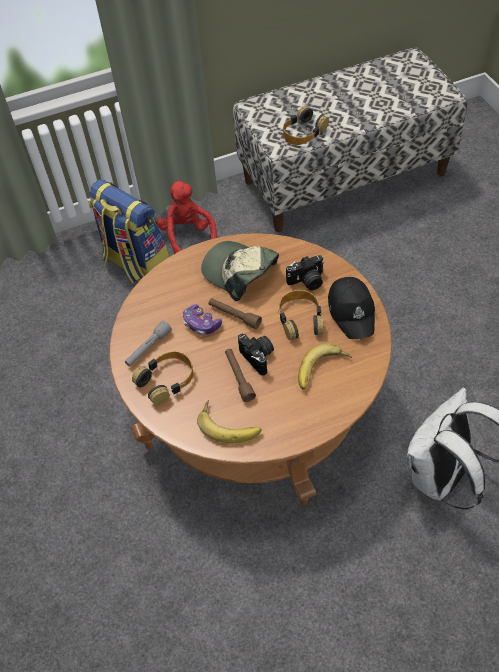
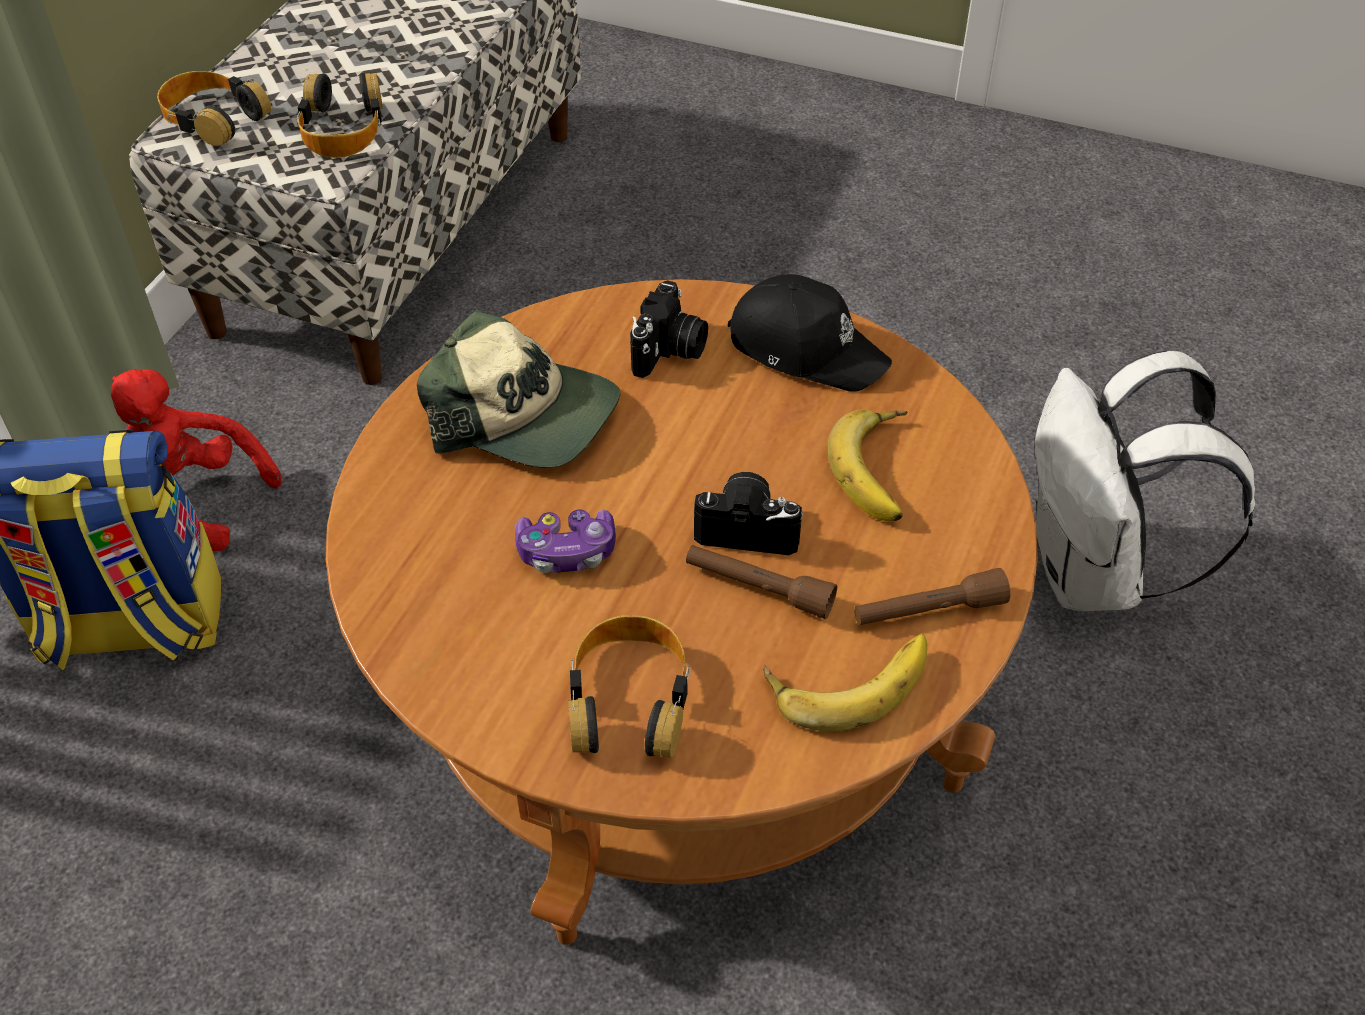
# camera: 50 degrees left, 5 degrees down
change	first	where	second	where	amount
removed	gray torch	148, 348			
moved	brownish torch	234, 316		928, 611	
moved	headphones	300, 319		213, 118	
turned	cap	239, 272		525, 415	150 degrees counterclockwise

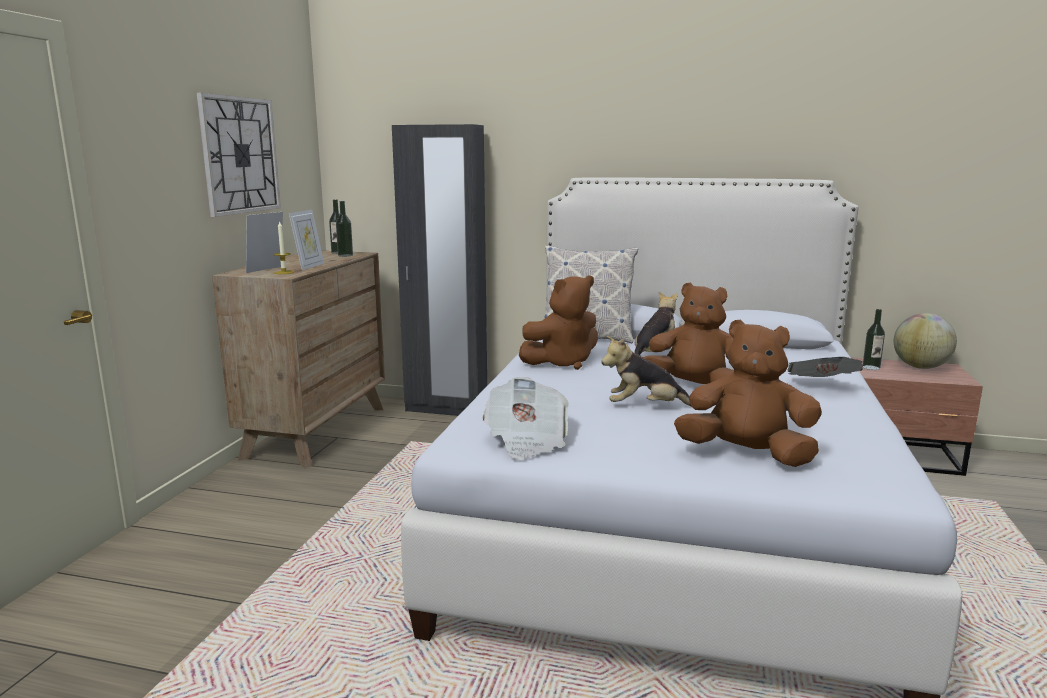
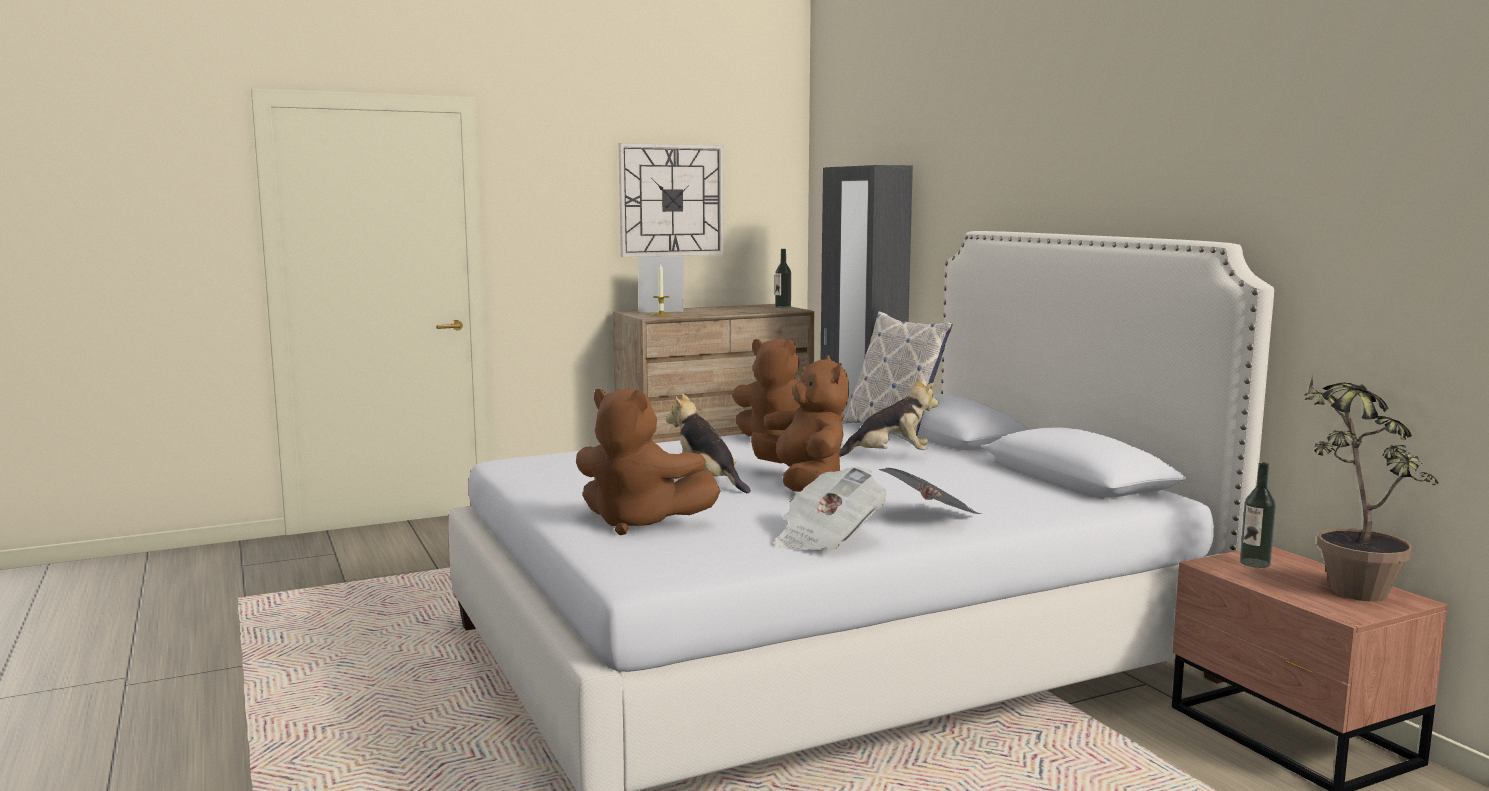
# camera: 50 degrees right, 5 degrees down
change	first	where	second	where	amount
removed	standing frame	309, 266			
removed	beverage bottle	345, 255			
moved	daily paper	526, 441		827, 538	
replaced	desk globe	920, 367	potted plant	1346, 586	
turned	brownish plush toy	746, 455		639, 523	135 degrees clockwise

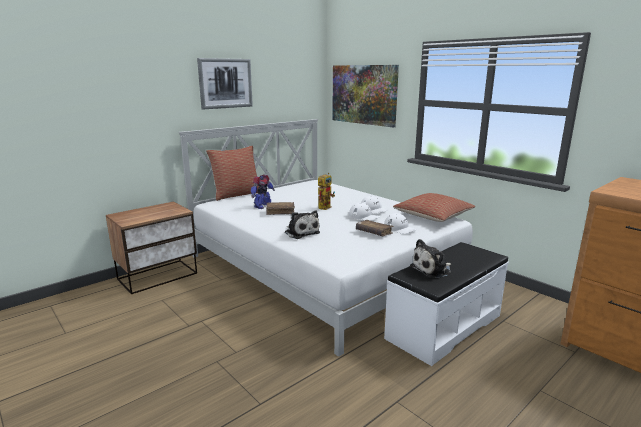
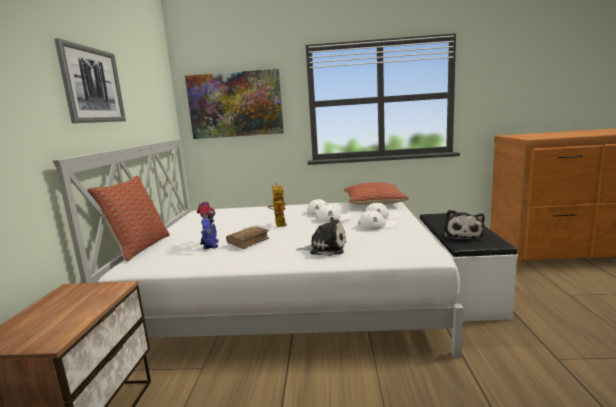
# camera: 45 degrees left, 5 degrees down
change	first	where	second	where	amount
replaced	brownish bound book	373, 232	whitish cap	377, 225	

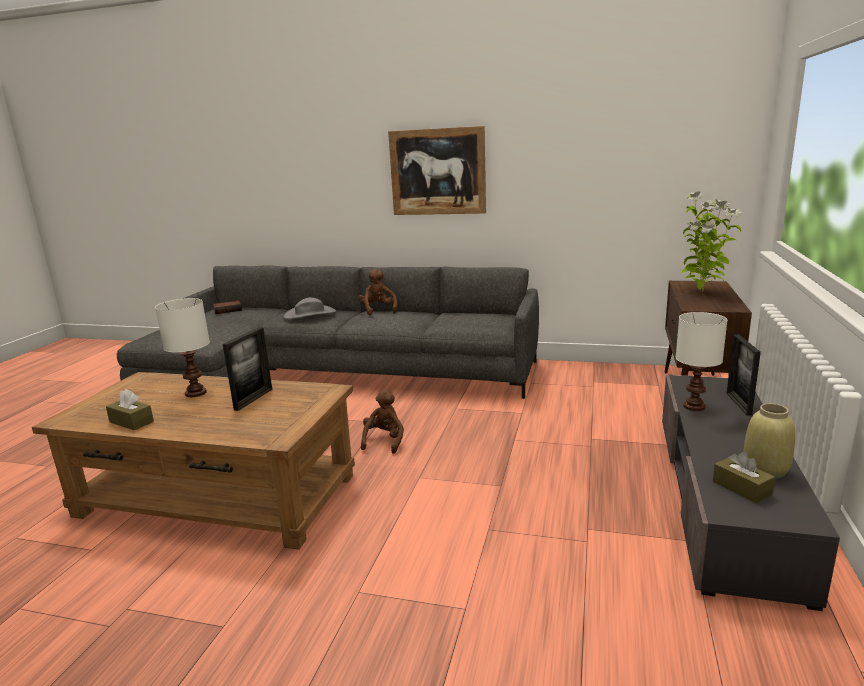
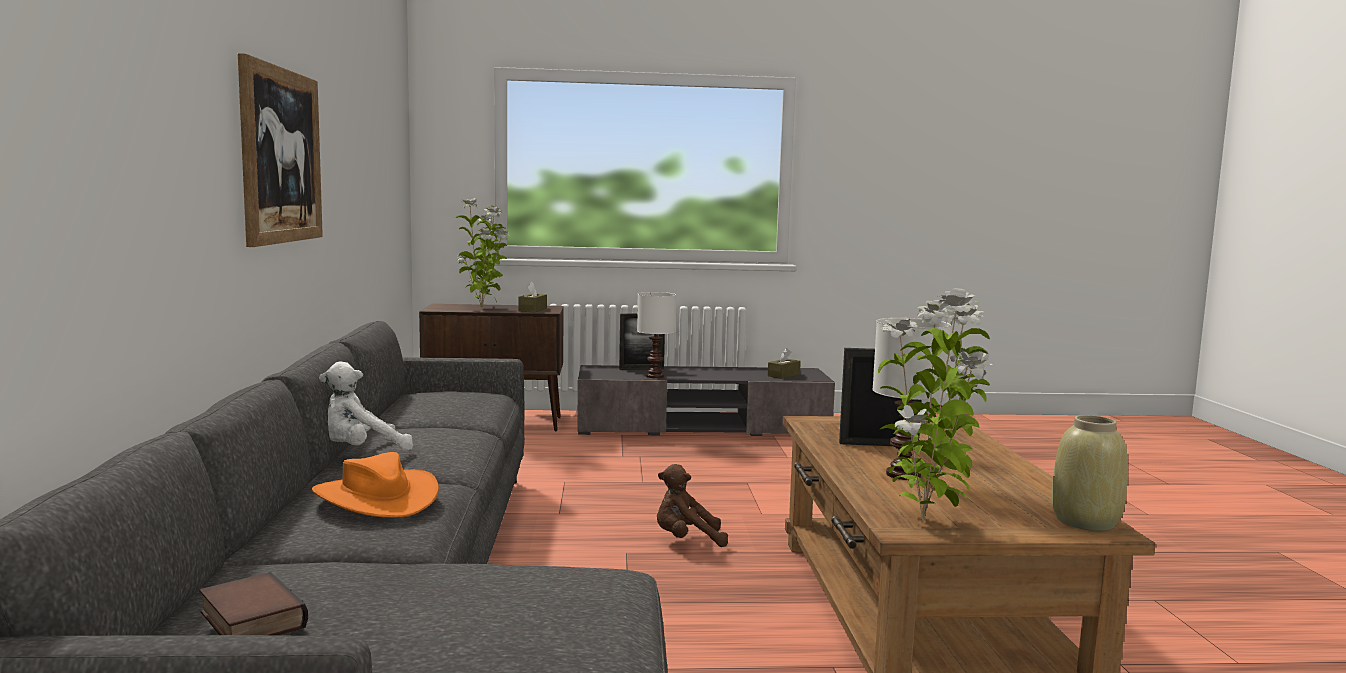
# camera: 110 degrees left, 10 degrees down
change	first	where	second	where	amount
added			potted plant	926, 521	
moved	brownish tissue box	131, 422		532, 310	
moved	sand-coloured flower vase	766, 470		1085, 521	
recoloured	gray wearable hat	310, 314	orange wearable hat	376, 497	
recoloured	brownish plush toy	378, 310	whitish plush toy	360, 452	

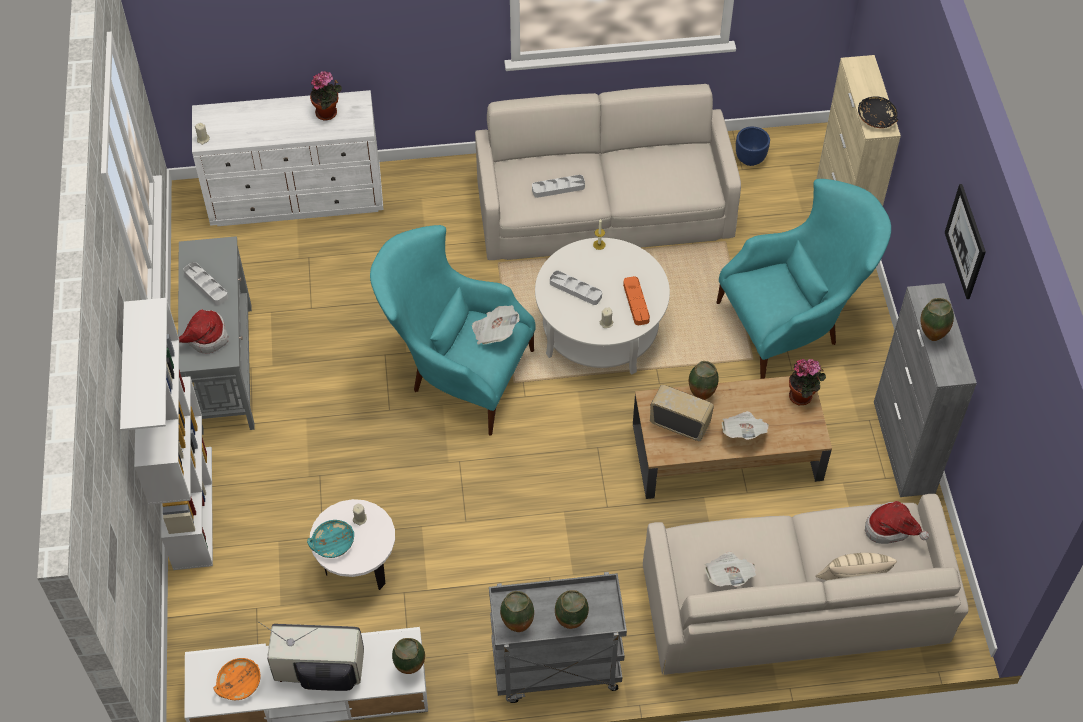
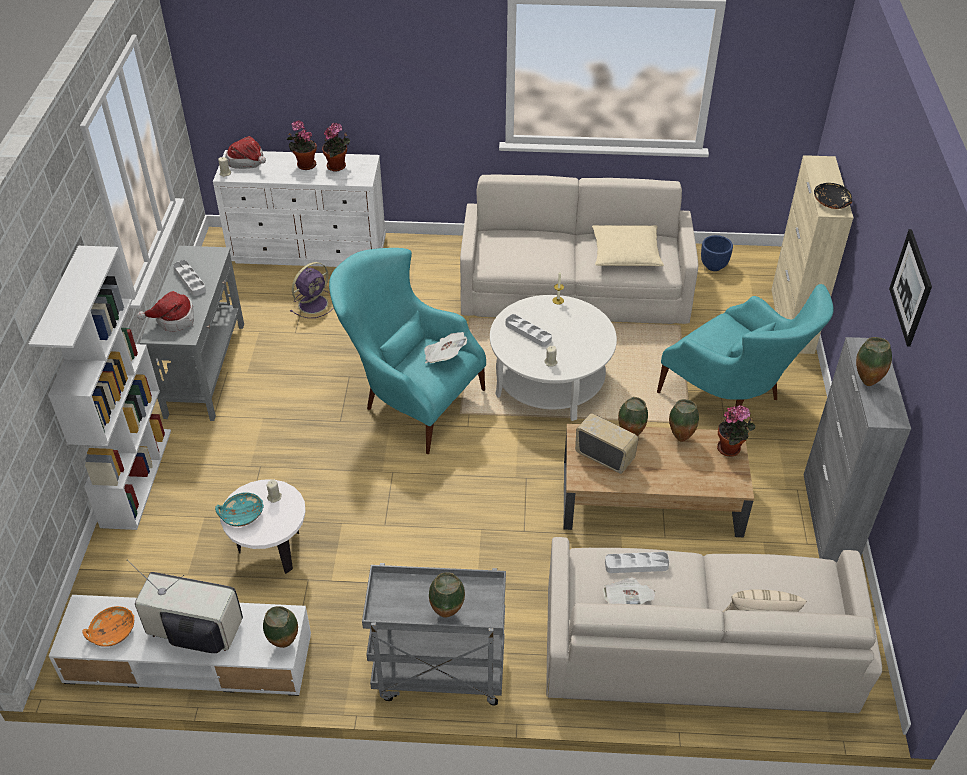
# camera: 10 degrees right, 10 degrees down
change	first	where	second	where	amount
removed	orange tray	636, 302			
removed	daily paper	743, 432			
added			potted plant	304, 165	
added			purple cooling fan	314, 303	
added			sand-coloured pillow	626, 253	
moved	flower vase	517, 626		680, 437	
moved	gray tray	558, 188		636, 565	
moved	wearable hat	891, 529		248, 162	
turned	turquoise armchair	794, 325		734, 400	60 degrees clockwise

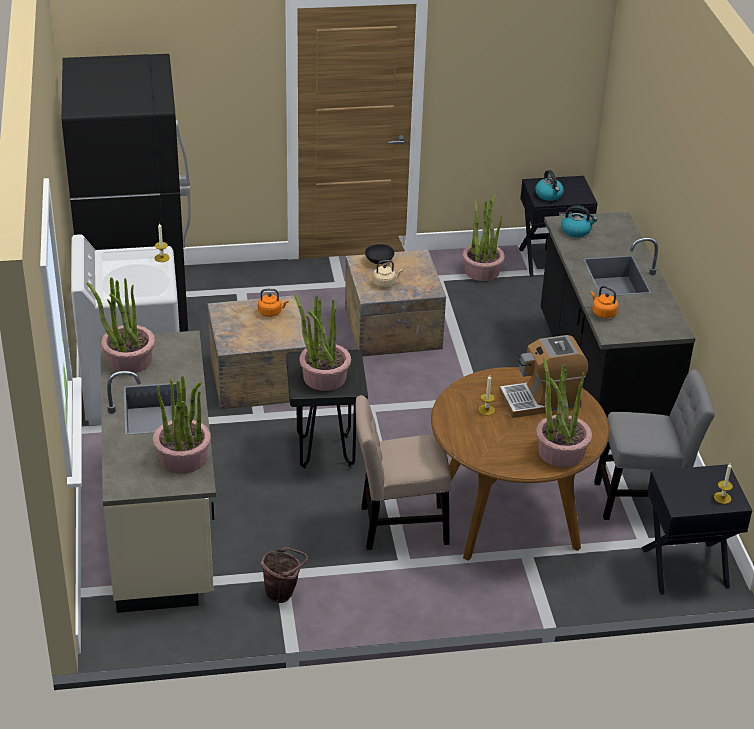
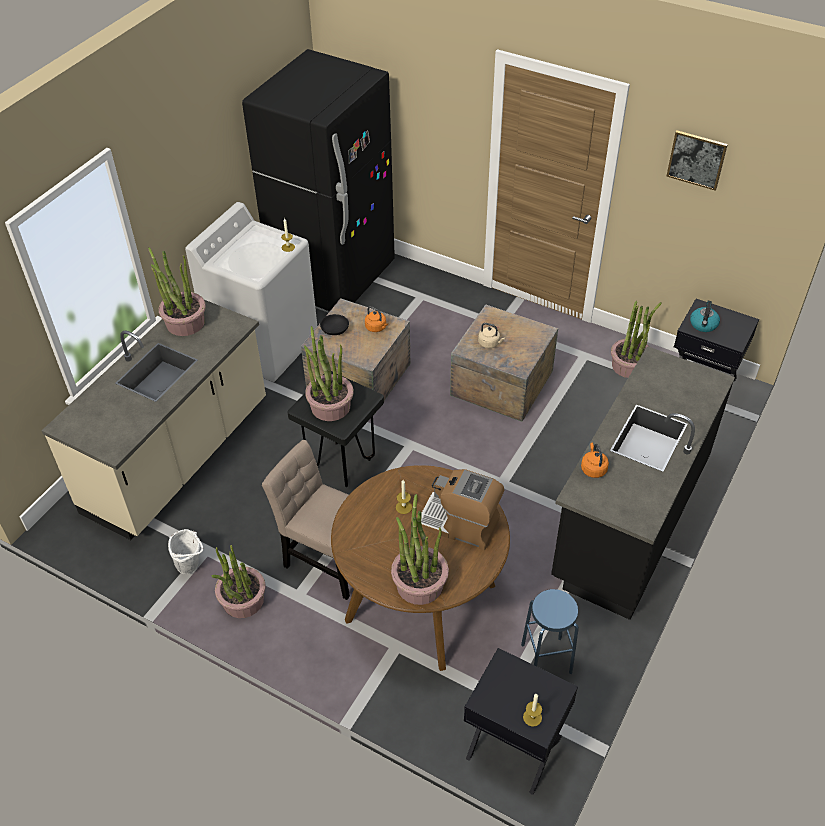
# camera: 40 degrees right, 10 degrees up
change	first	where	second	where	amount
removed	kettle	576, 231			
added			wall art	696, 159	
moved	potted plant	183, 458		243, 600	
moved	black serving bowl	379, 260		334, 330	
replaced	gray chair	644, 500	blue-coloured sitting stool	546, 658	
recoloured	brownish pail	283, 593	whitish pail	191, 566	

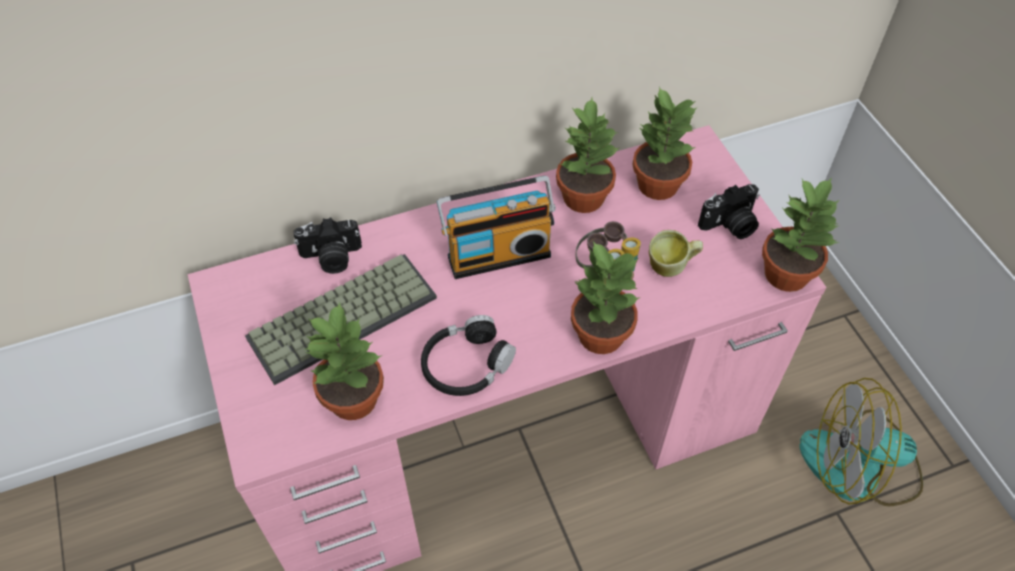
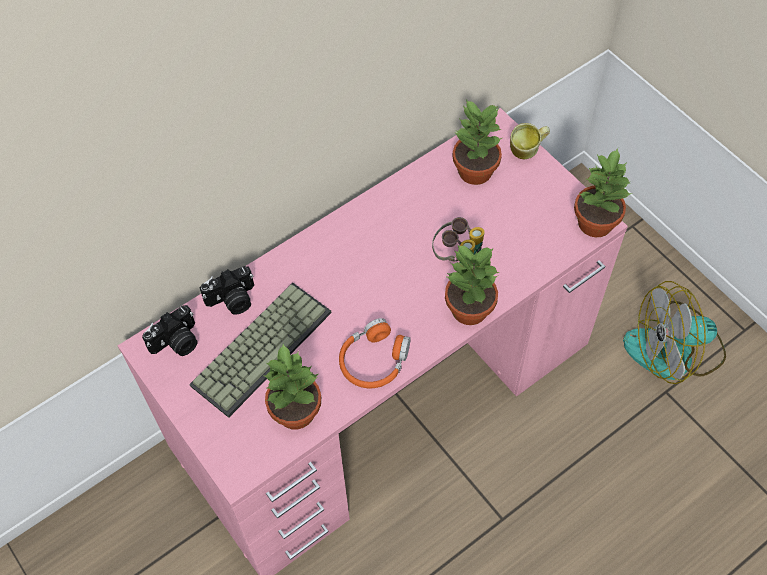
# camera: 15 degrees left, 5 degrees up
change	first	where	second	where	amount
removed	radio	498, 253			
removed	potted plant	583, 196			
moved	tea mug	670, 268		527, 152	
moved	photo camera	730, 225		177, 343	
recoloured	black headphones	466, 365	orange headphones	374, 361	

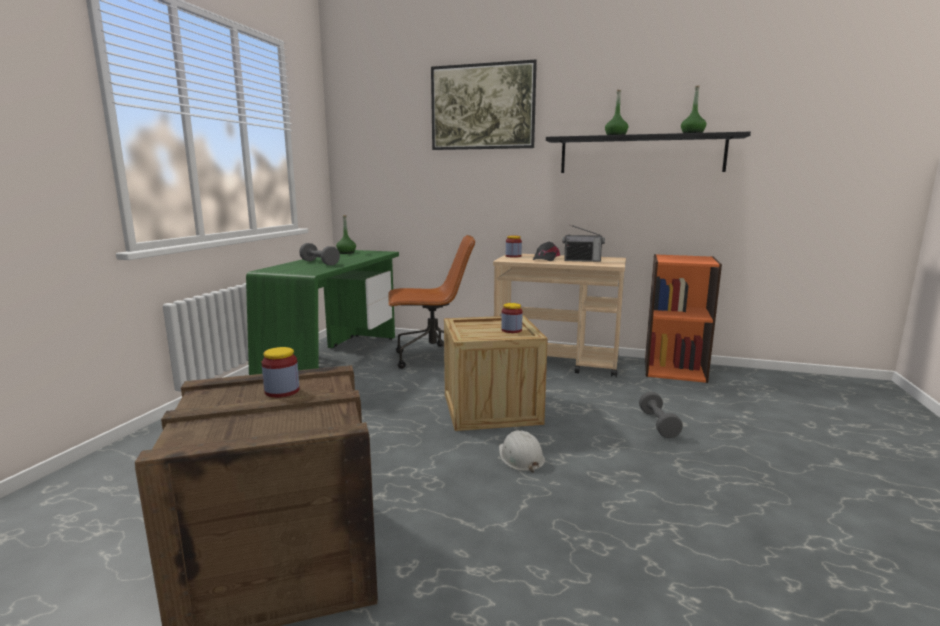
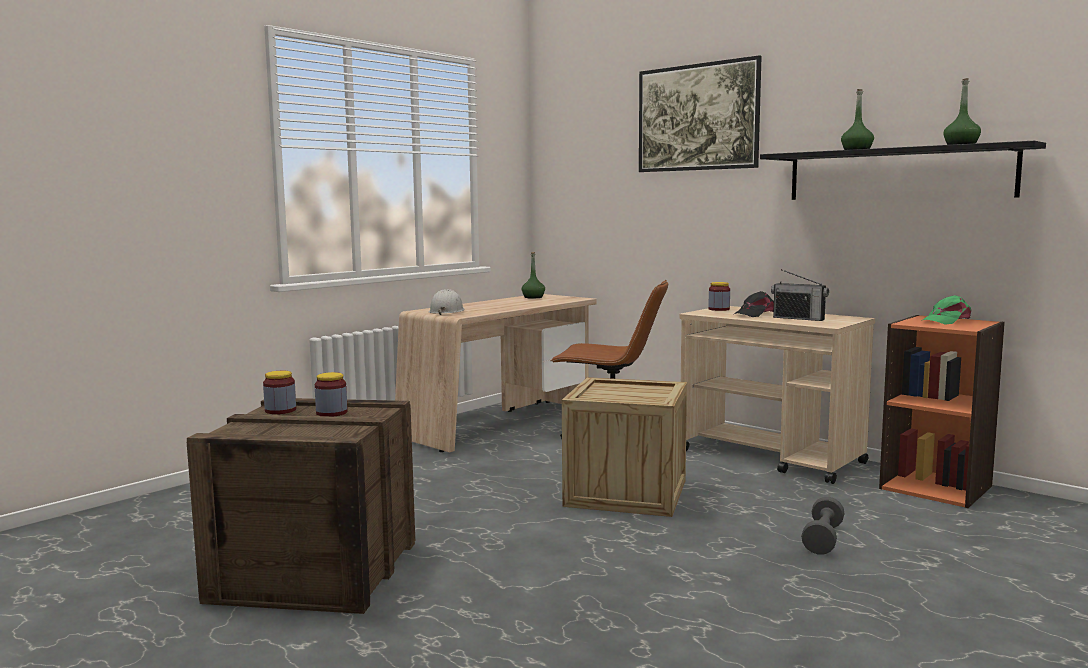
# camera: 25 degrees right, 5 degrees down
change	first	where	second	where	amount
removed	gray free weight	319, 263			
added			greenish cap	946, 321	
moved	whitish safety helmet	520, 457		447, 311	
moved	preserve jar	511, 330		280, 410	
recoloured	greenish desk unit	335, 359	sand-coloured desk unit	501, 424	

